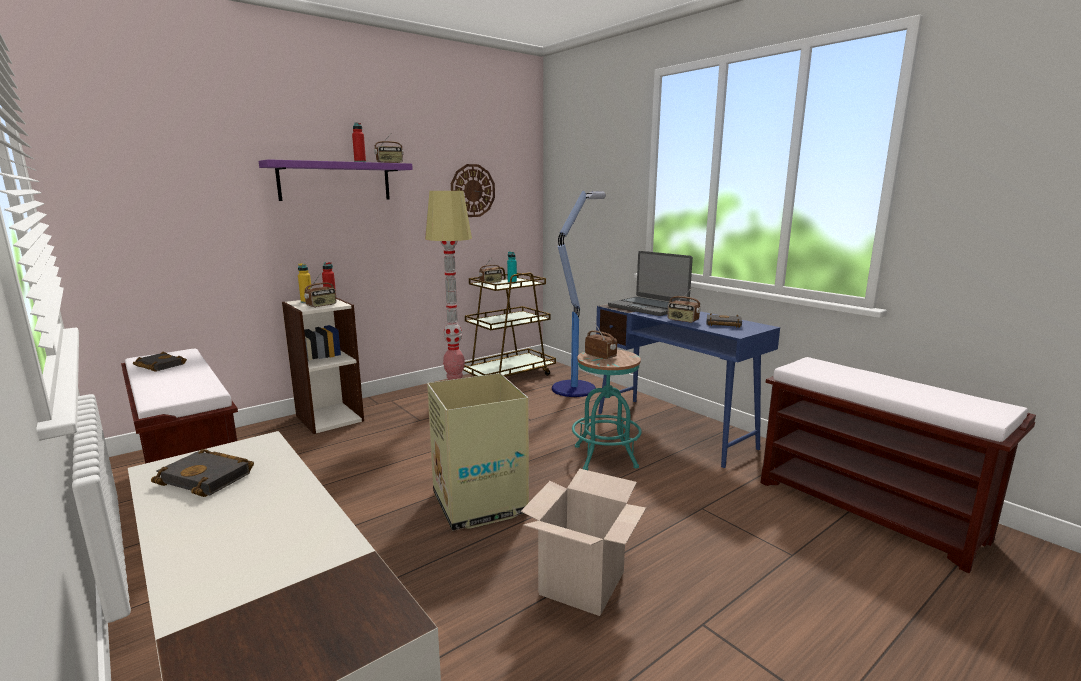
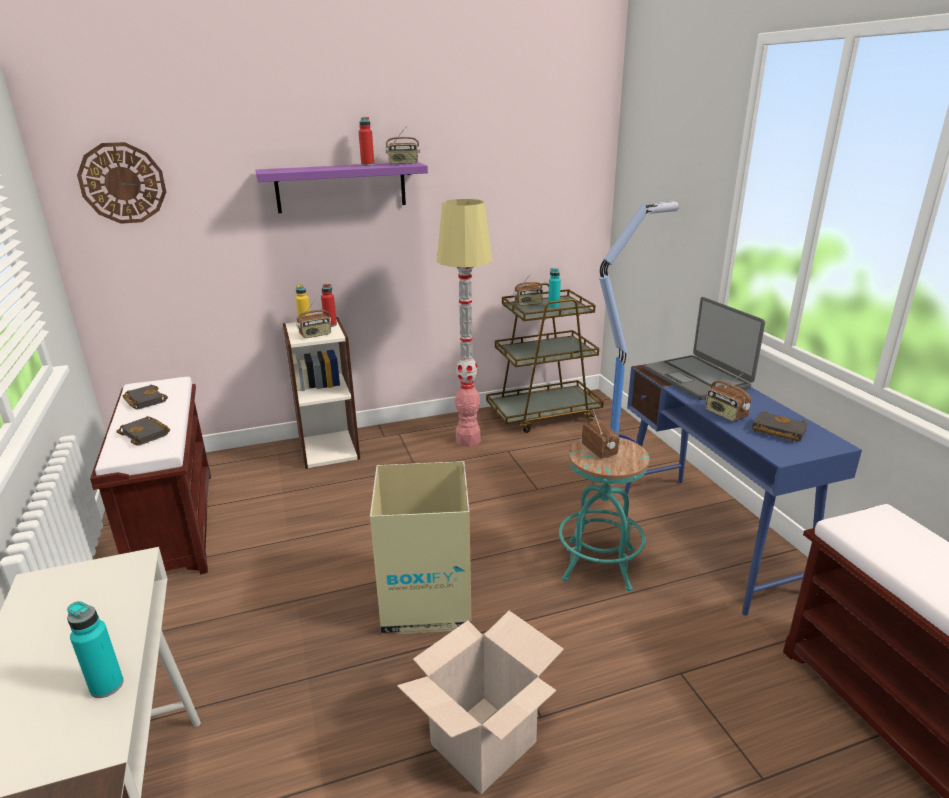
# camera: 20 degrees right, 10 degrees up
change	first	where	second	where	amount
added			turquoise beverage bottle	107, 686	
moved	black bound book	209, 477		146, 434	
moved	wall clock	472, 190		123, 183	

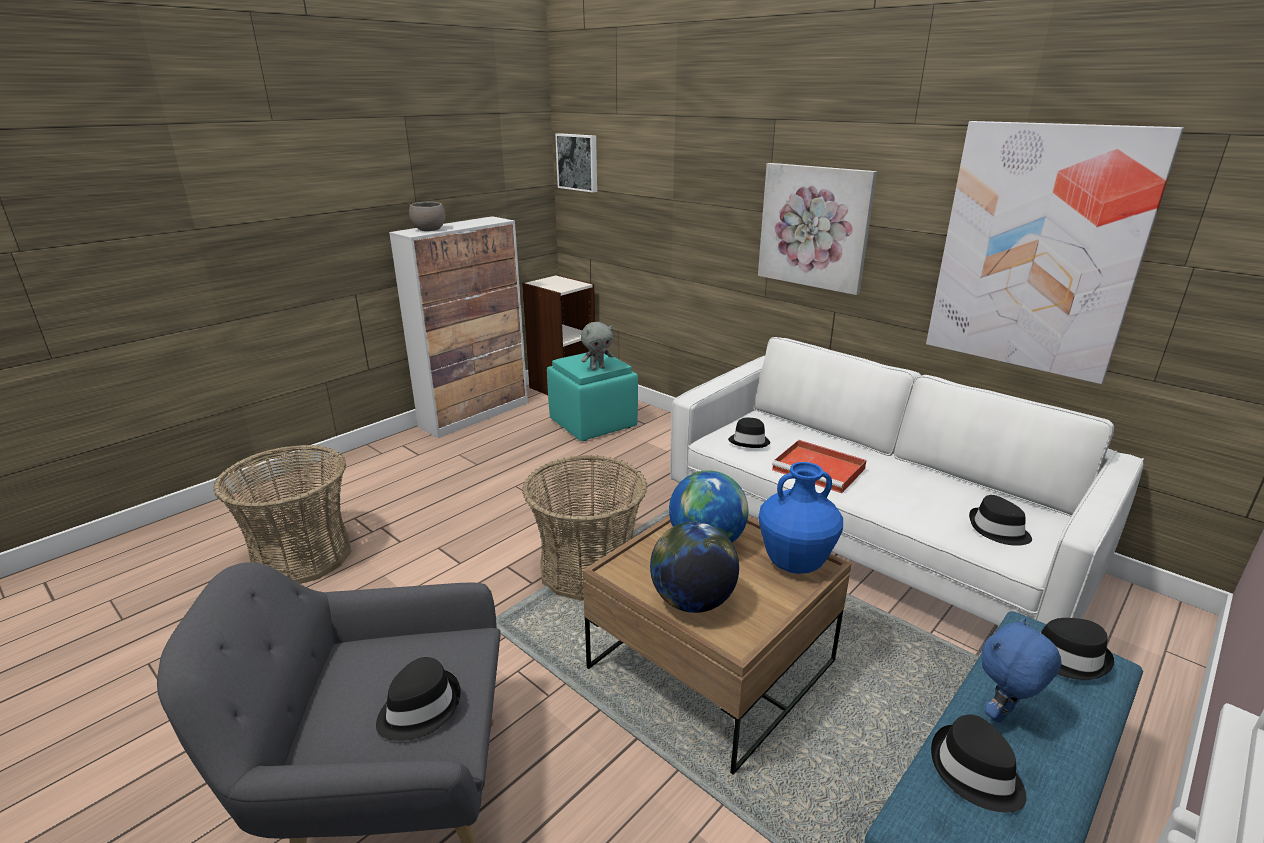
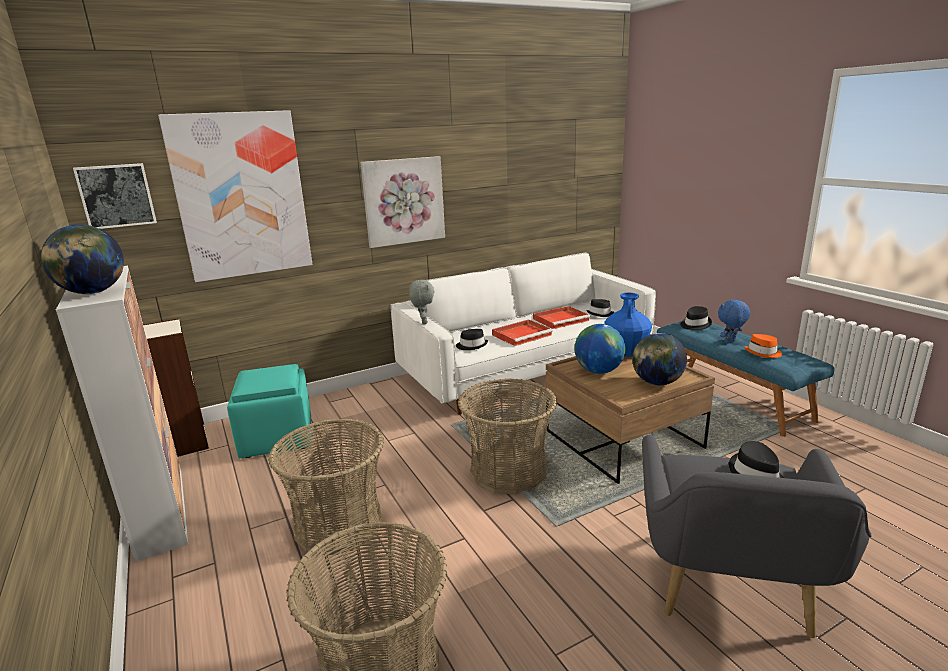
# camera: 70 degrees left, 5 degrees down
change	first	where	second	where	amount
added			storage basket	338, 524	
added			red tray	561, 319	
moved	gray plush toy	597, 368		423, 322	
moved	wall art	1037, 250		241, 196	
replaced	gray serving bowl	429, 229	desk globe	93, 293	
recoloured	black wearable hat	975, 772	orange wearable hat	763, 353	
turned	blue-coloured plush toy	1003, 715		730, 342	75 degrees clockwise

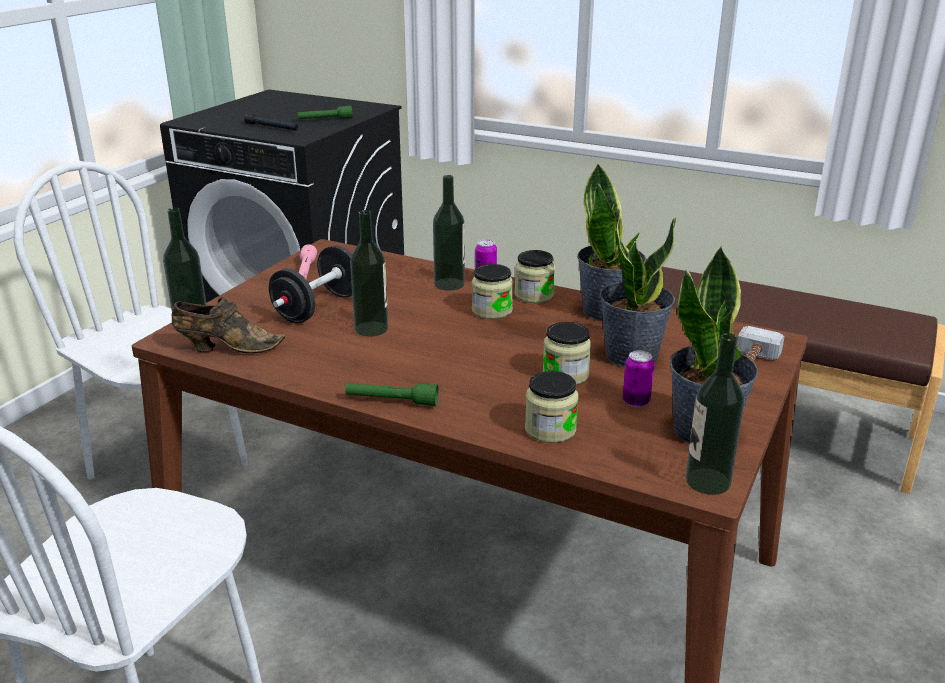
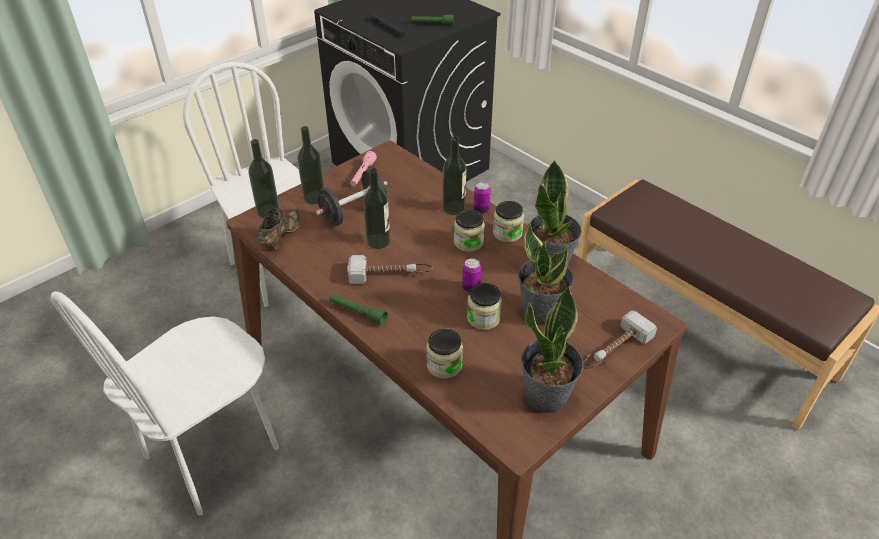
# camera: 20 degrees right, 15 degrees up
change	first	where	second	where	amount
added			tool hammer	390, 274	
moved	sealed can	636, 402		471, 288	
moved	beverage bottle	707, 481		314, 197	
turned	brownish shoe	227, 348		280, 238	90 degrees counterclockwise

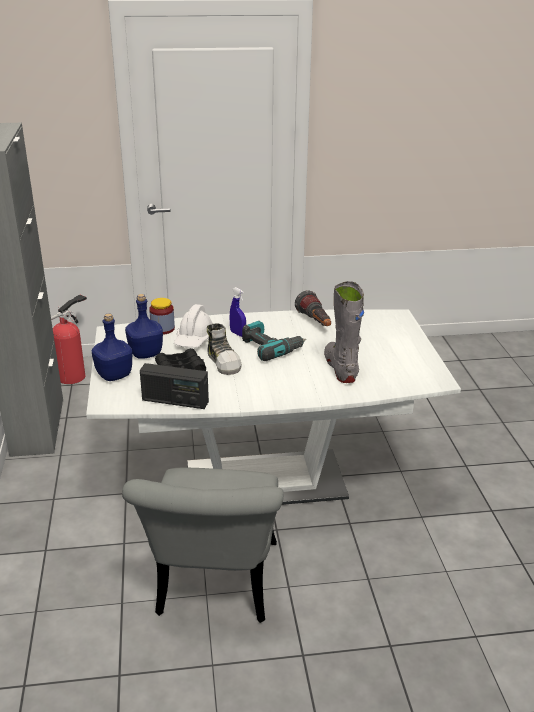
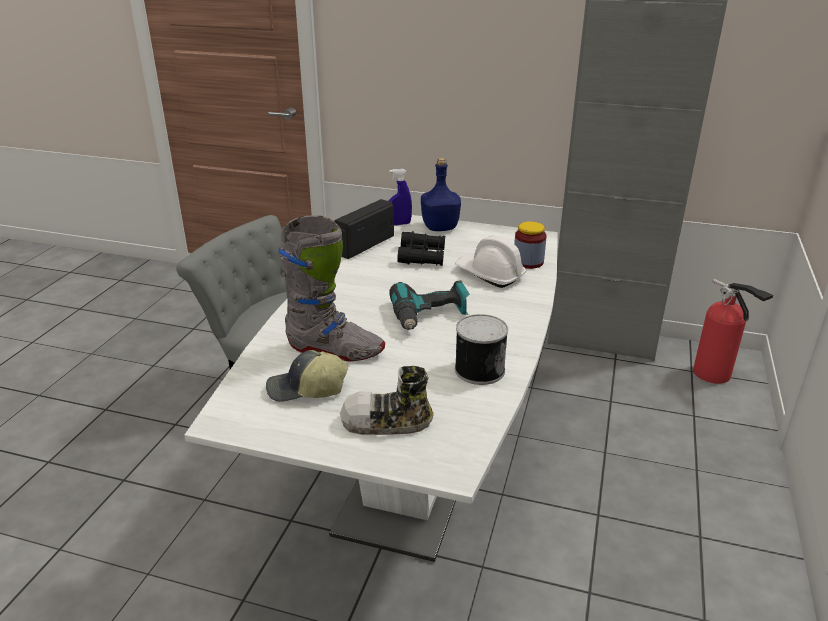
# camera: 115 degrees right, 0 degrees up
change	first	where	second	where	amount
removed	blue-coloured beverage bottle	146, 353			
added			cap	306, 389	
moved	shoe	224, 361		386, 422	
moved	blue-coloured spray bottle	238, 334		399, 224	
replaced	torch	315, 323	sealed can	478, 369	

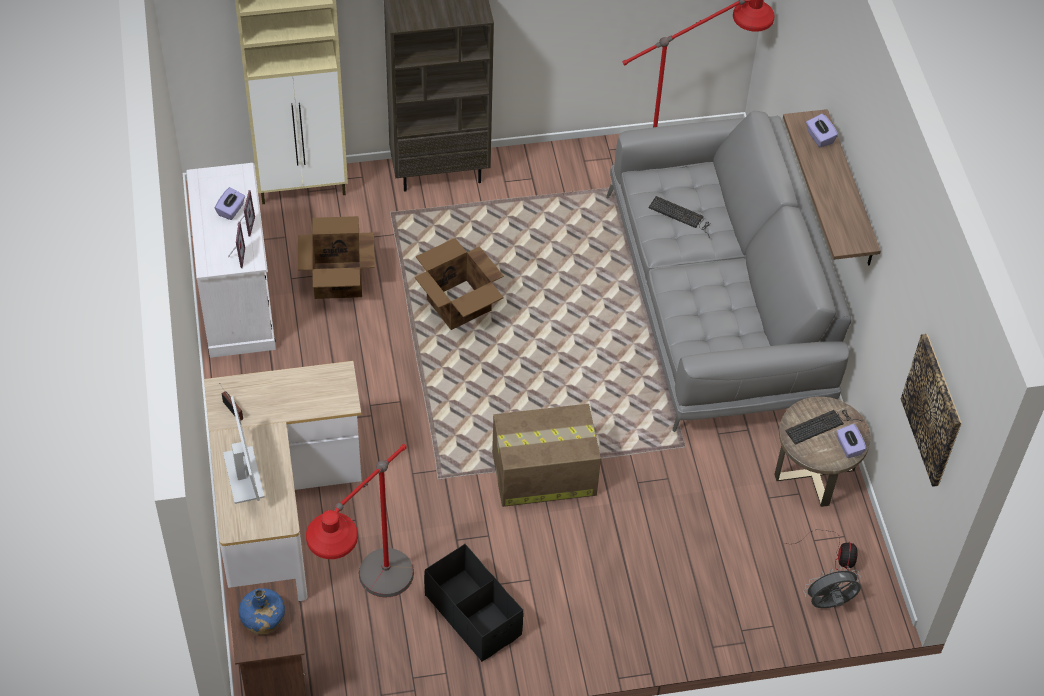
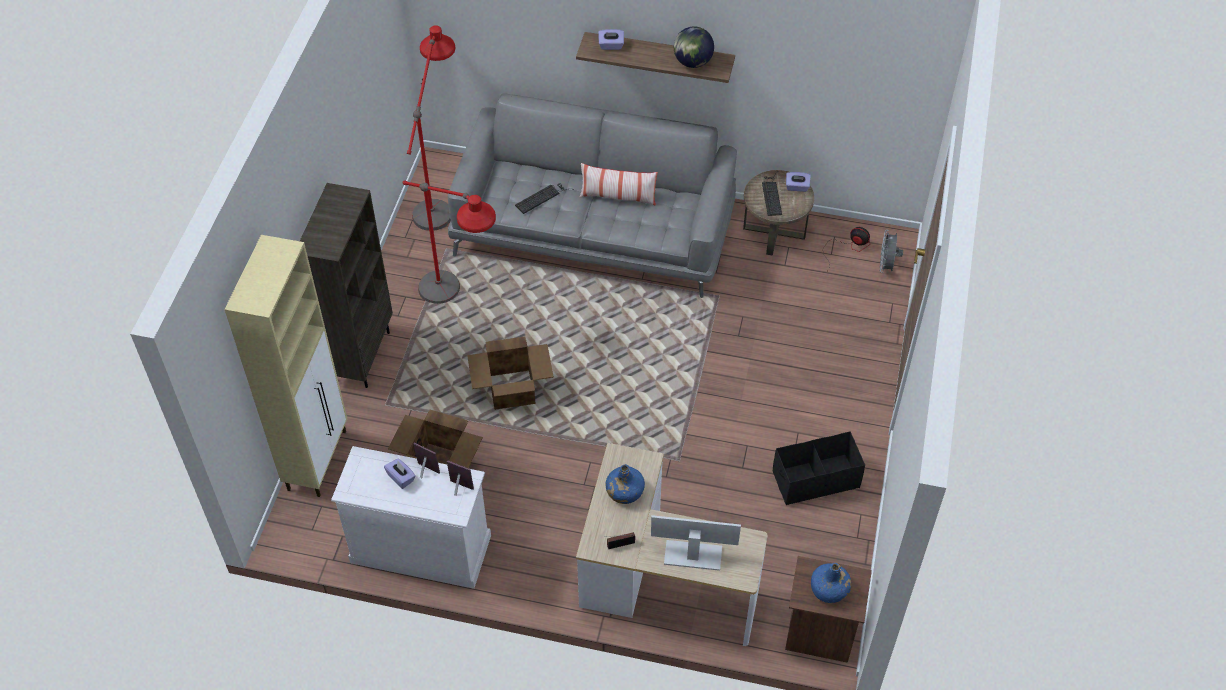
# camera: 65 degrees left, 0 degrees up
change	first	where	second	where	amount
removed	carton	542, 474			
removed	wall art	933, 410			
added			pillow	618, 197	
added			blue-coloured beverage bottle	624, 491	
added			desk globe	692, 62	
moved	red floor lamp	369, 604		458, 304	

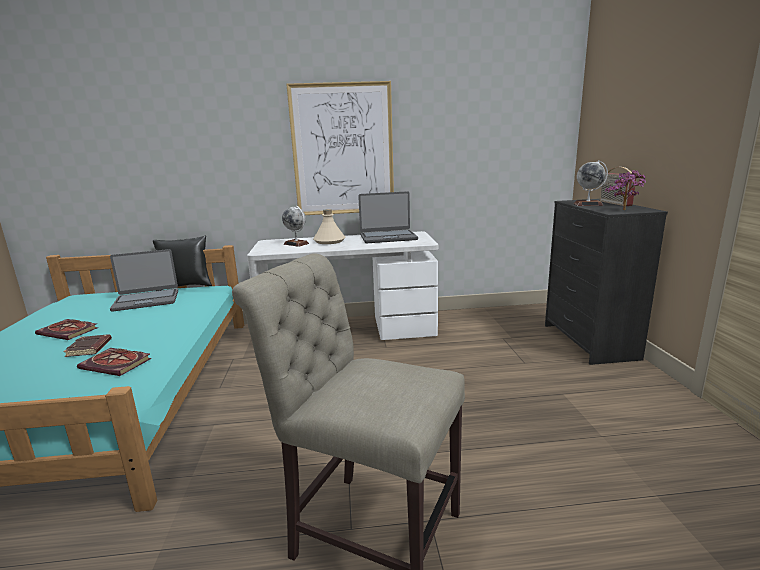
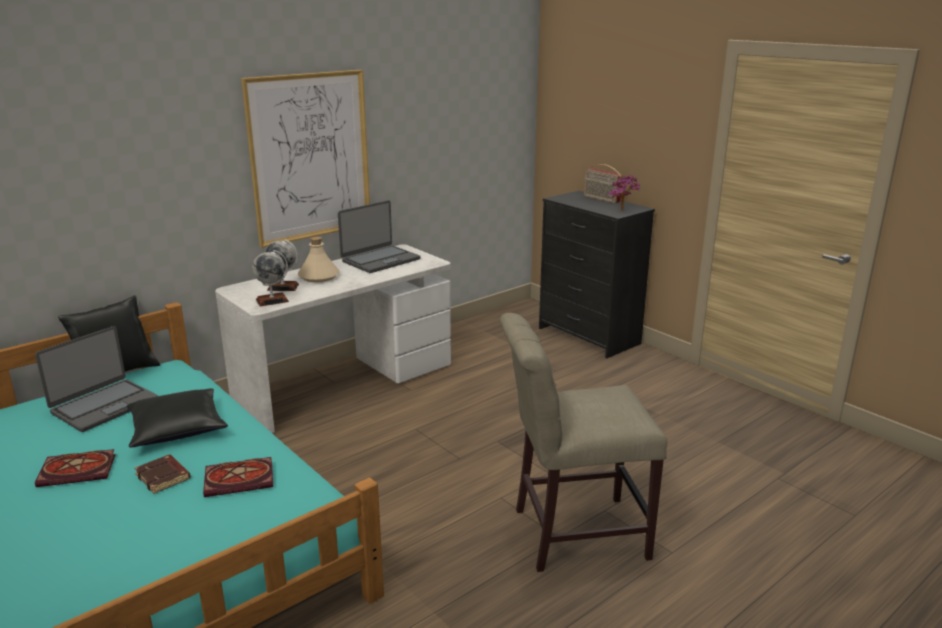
# camera: 35 degrees left, 5 degrees up
change	first	where	second	where	amount
added			black pillow	177, 427	
moved	desk globe	588, 204		272, 300	

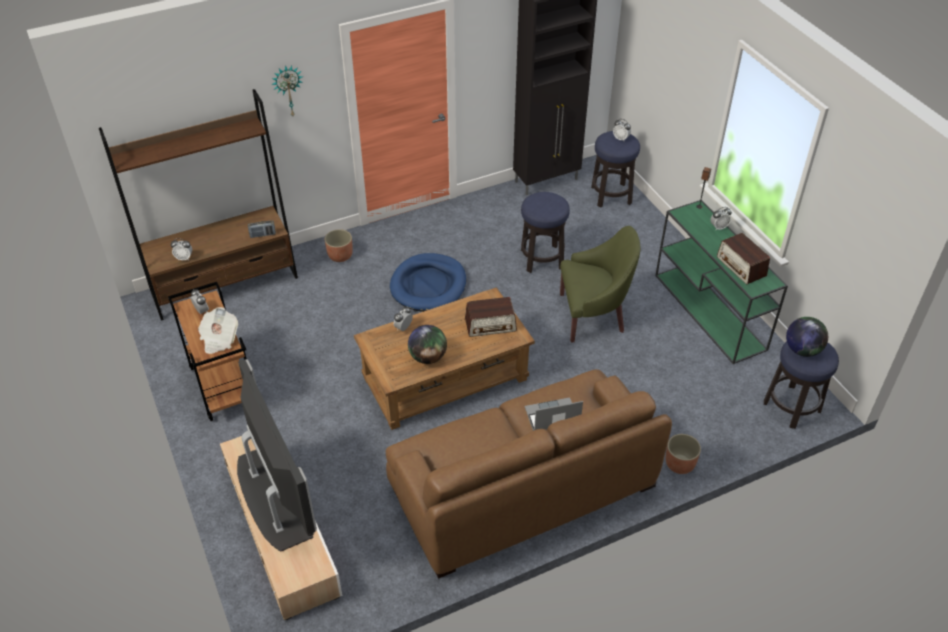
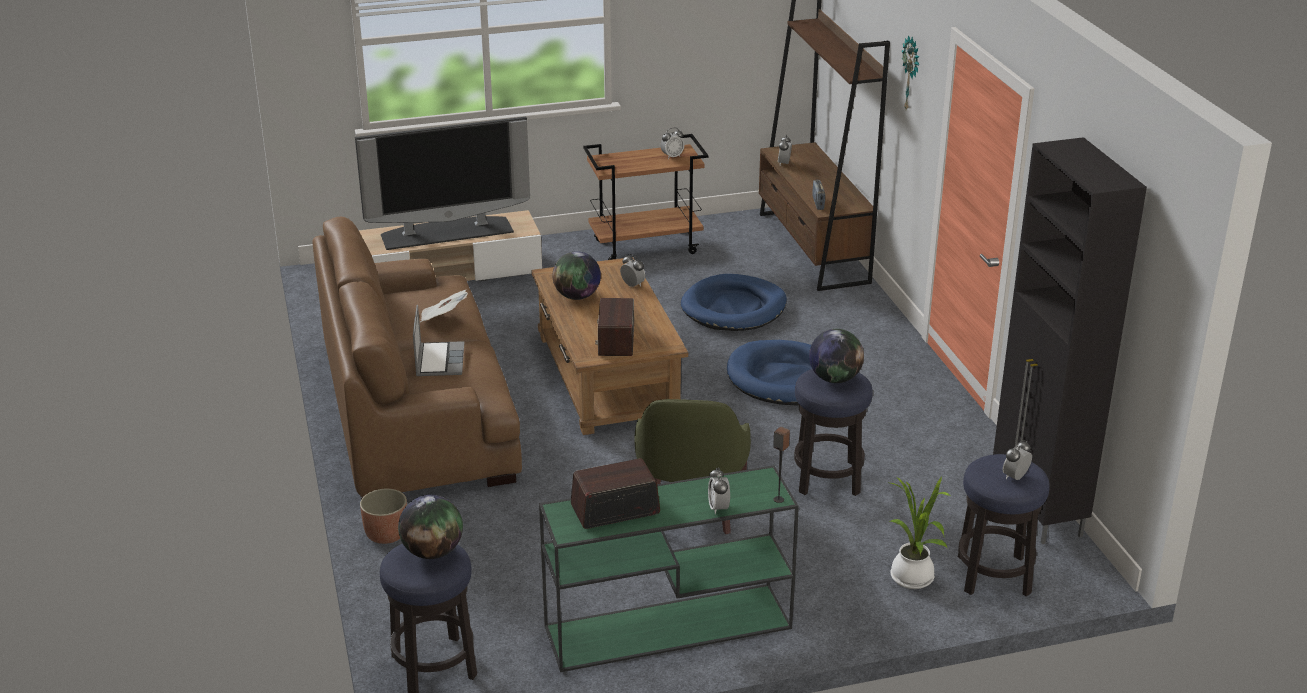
# camera: 100 degrees right, 15 degrees down
change	first	where	second	where	amount
removed	planter	340, 256			
added			blue-coloured dog cushion	734, 308	
added			desk globe	834, 379	
added			potted plant	913, 580	
moved	daily paper	219, 339		443, 318	

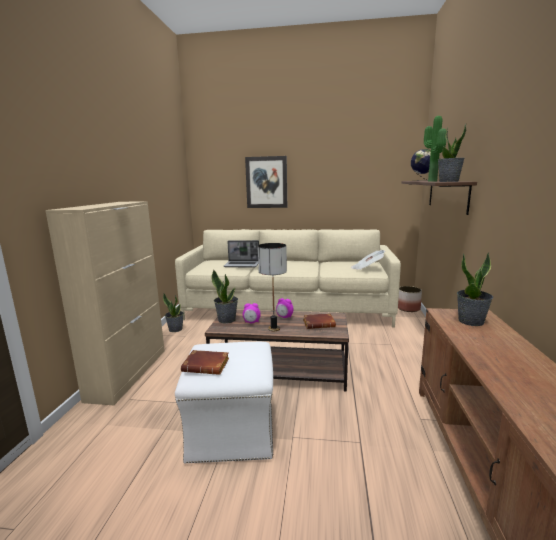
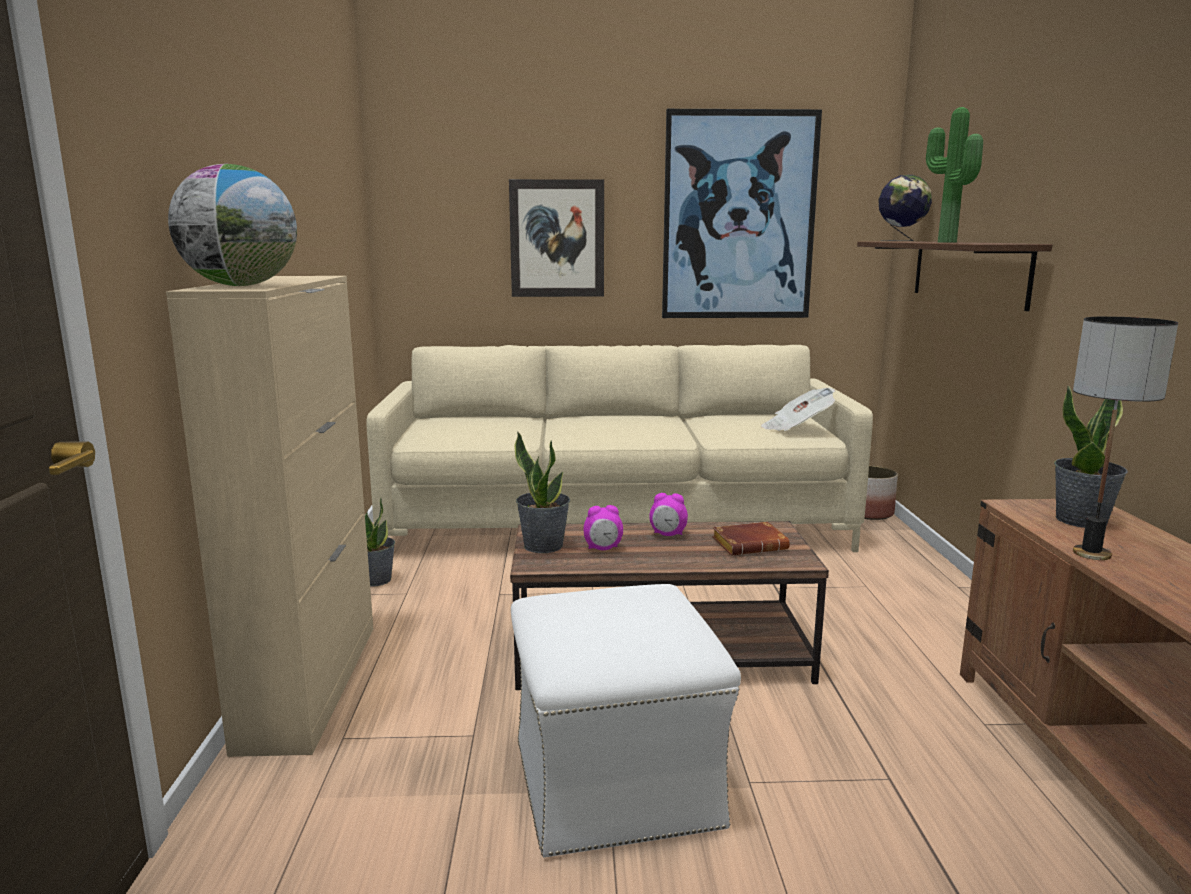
# camera: 10 degrees left, 0 degrees up
change	first	where	second	where	amount
removed	brownish bound book	207, 366			
removed	portable computer	242, 265			
removed	potted plant	448, 181			
added			desk globe	241, 286	
added			wall art	738, 216	
moved	table lamp	274, 328		1091, 553	

